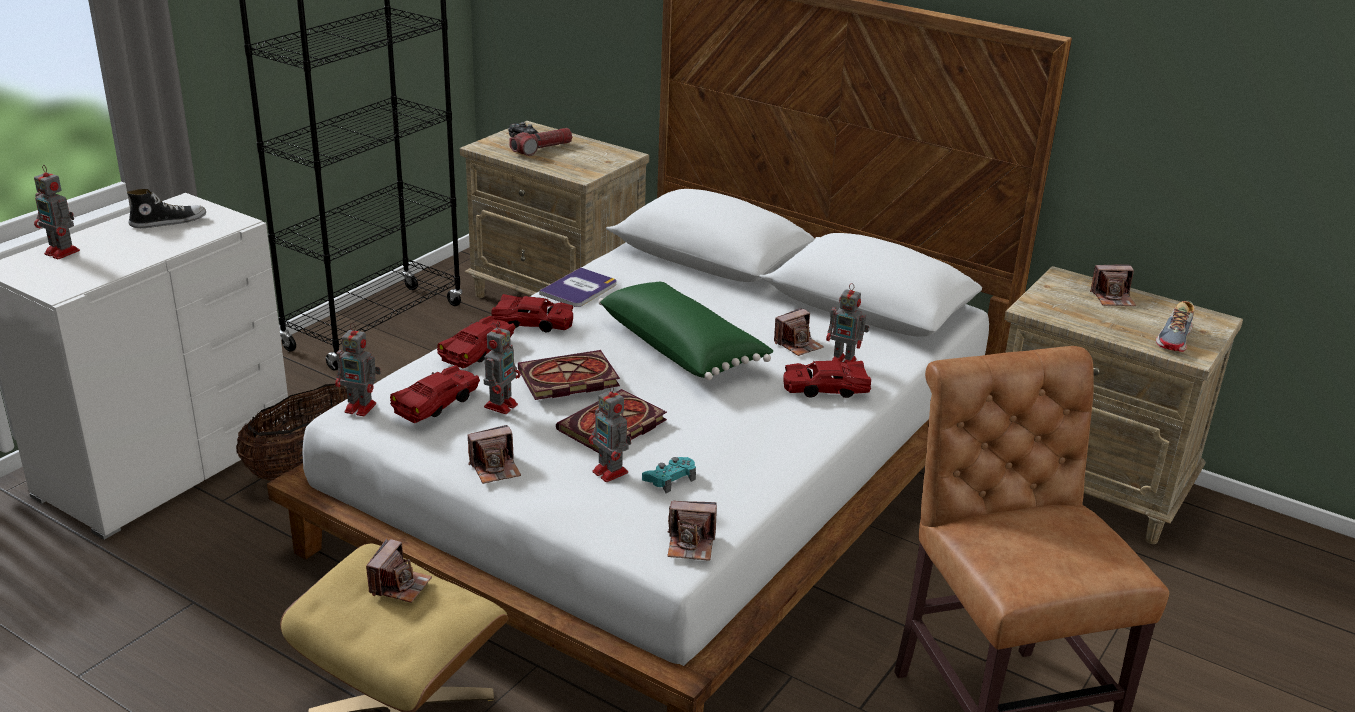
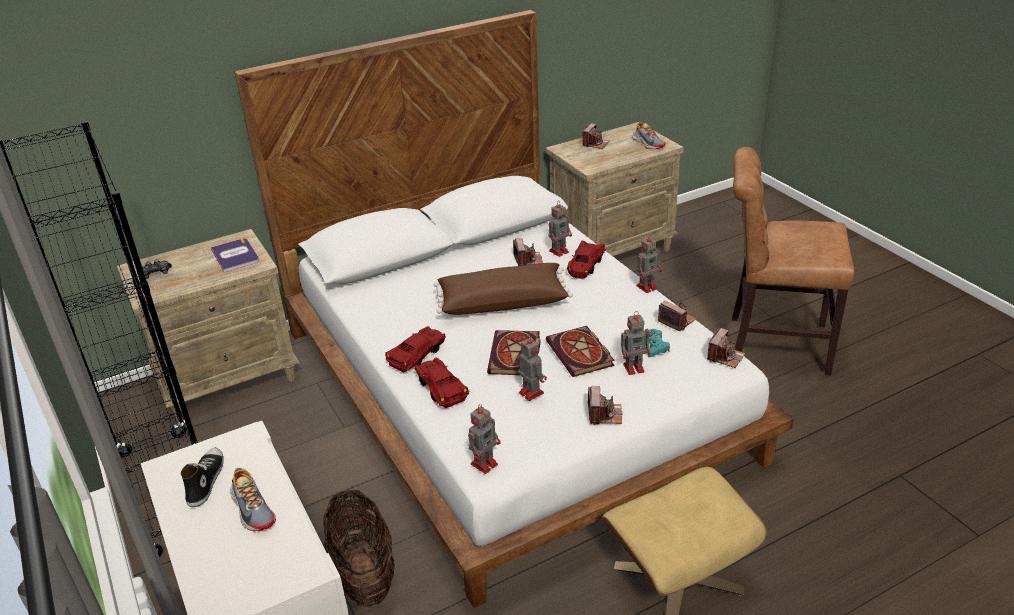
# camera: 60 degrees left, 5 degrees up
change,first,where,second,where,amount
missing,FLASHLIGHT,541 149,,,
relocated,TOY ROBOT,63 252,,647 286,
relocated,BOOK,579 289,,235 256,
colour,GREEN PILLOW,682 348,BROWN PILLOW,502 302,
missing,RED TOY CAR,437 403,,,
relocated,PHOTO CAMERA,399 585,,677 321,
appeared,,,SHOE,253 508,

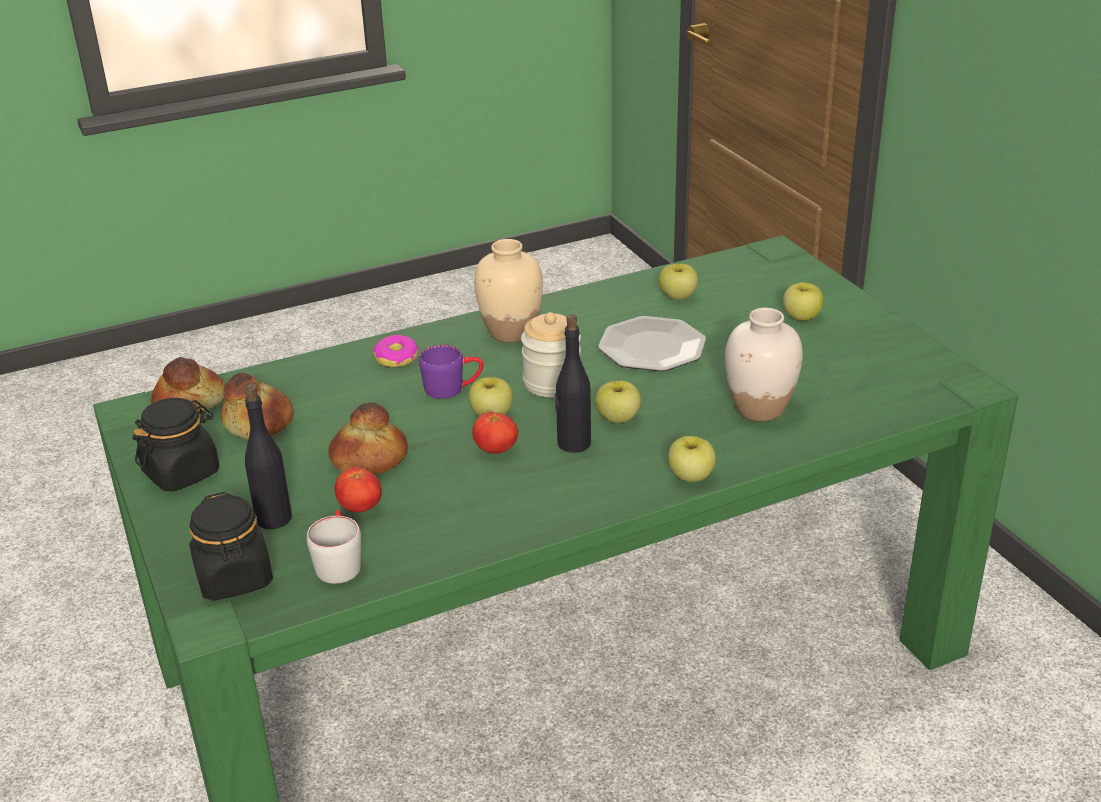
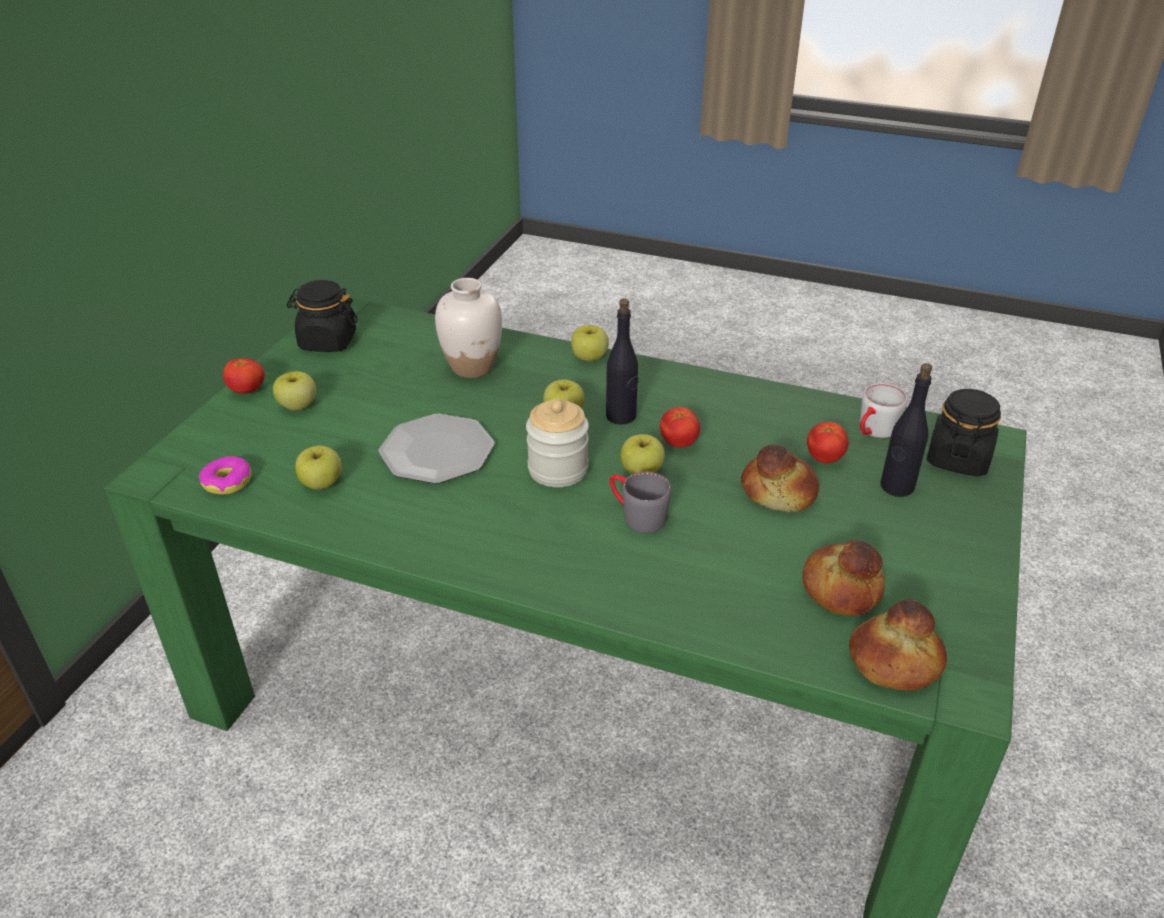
# camera: 135 degrees left, 5 degrees up
change,first,where,second,where,amount
missing,BEIGE VASE,511 332,,,
relocated,DONUT,396 358,,228 482,
colour,PURPLE MUG,453 388,GREY MUG,636 515,
relocated,BLACK JAR,182 472,,327 341,
appeared,,,TOMATO,247 391,

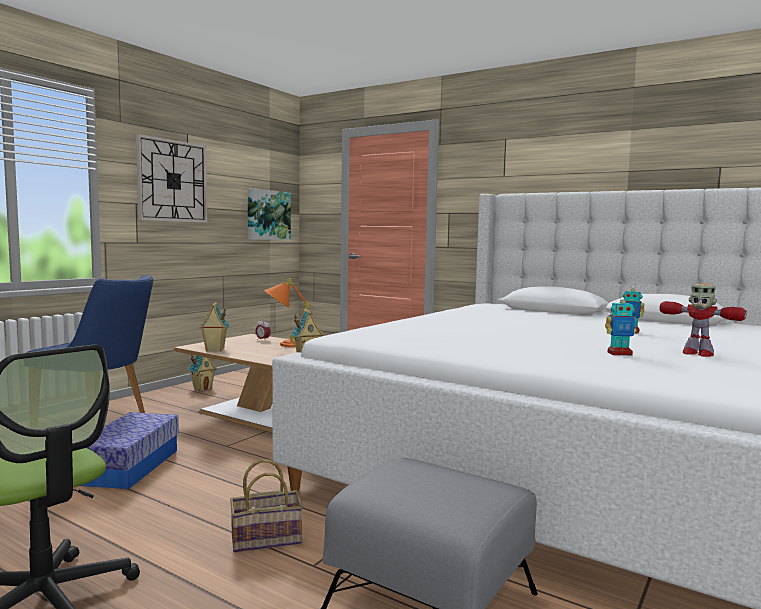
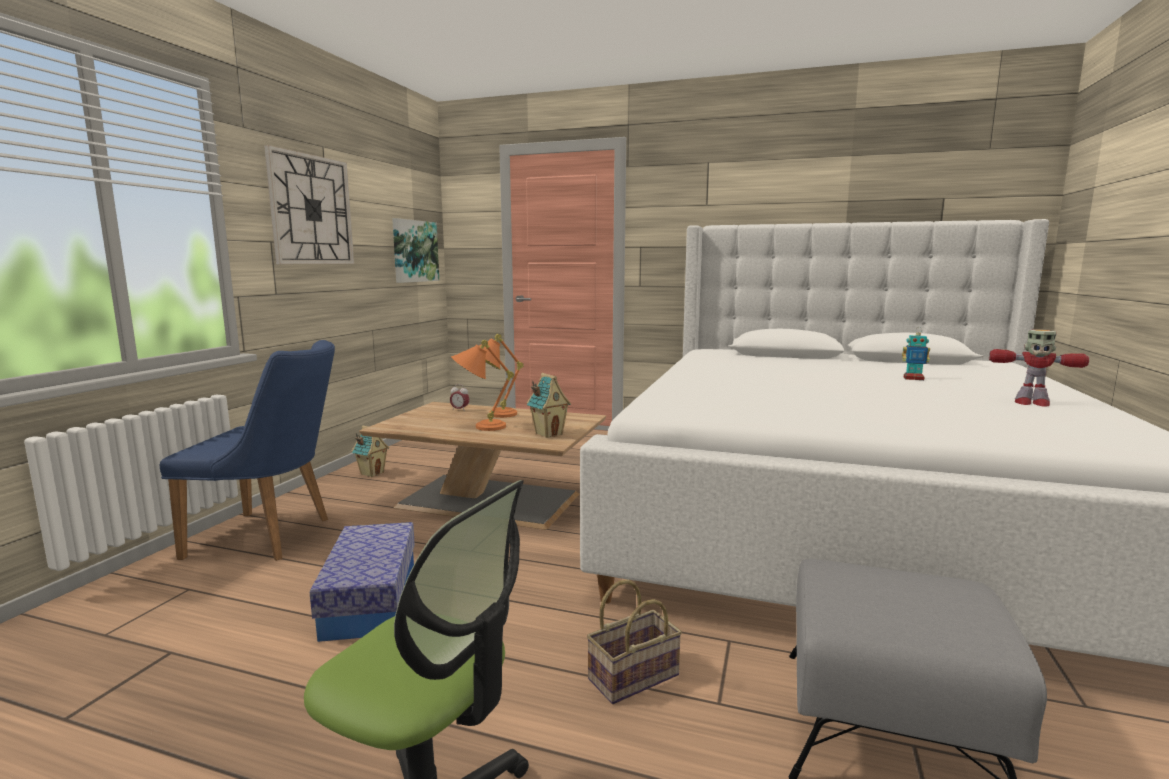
# camera: 15 degrees left, 5 degrees up
change,first,where,second,where,amount
missing,TOY ROBOT,619 353,,,
missing,TOY HOUSE,214 350,,,
appeared,,,ORANGE TABLE LAMP,479 427,

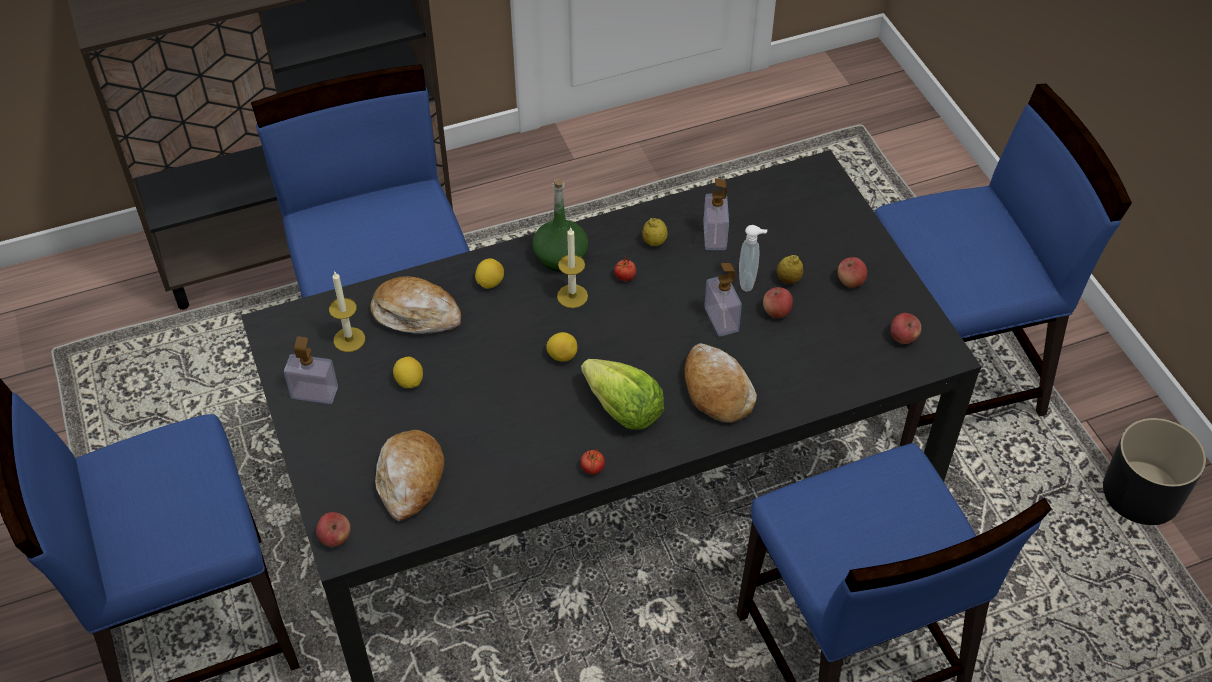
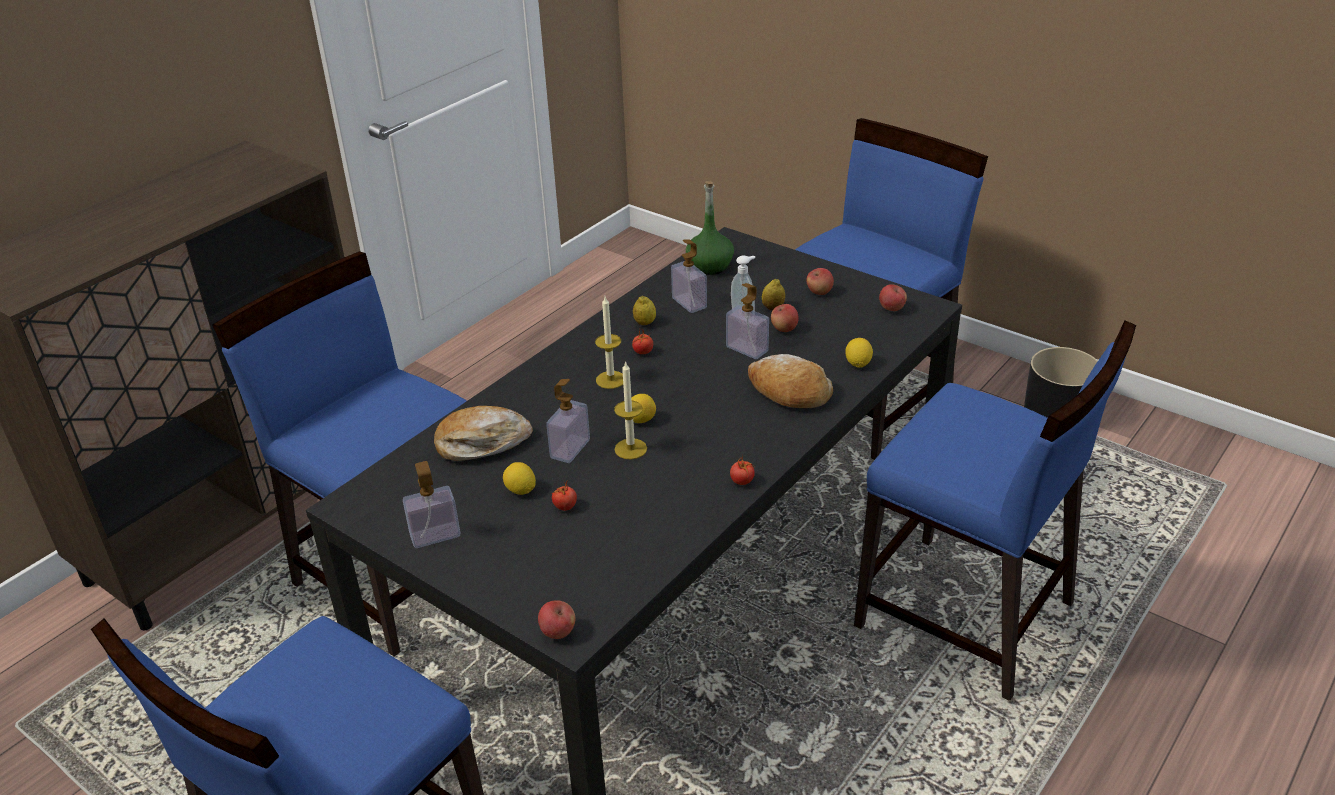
# camera: 30 degrees left, 15 degrees down
change,first,where,second,where,amount
relocated,GREEN BOTTLE,561 256,,710 266,
relocated,LEMON,490 282,,858 364,
relocated,CANDLE,349 339,,630 449,
missing,LETTUCE,622 410,,,
missing,BREAD,410 479,,,
appeared,,,SOAP DISPENSER,570 449,
appeared,,,TOMATO,565 506,

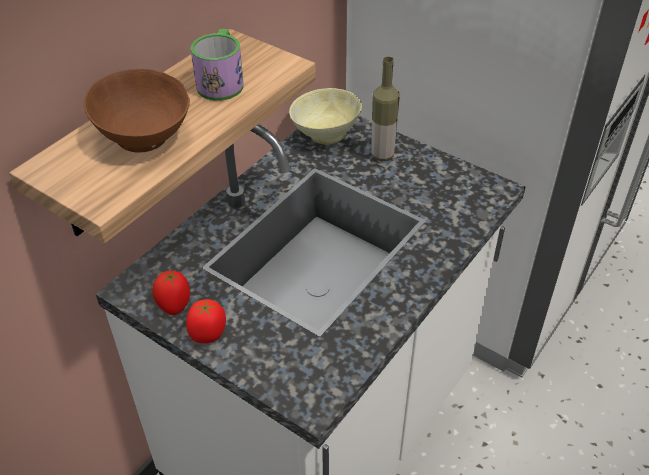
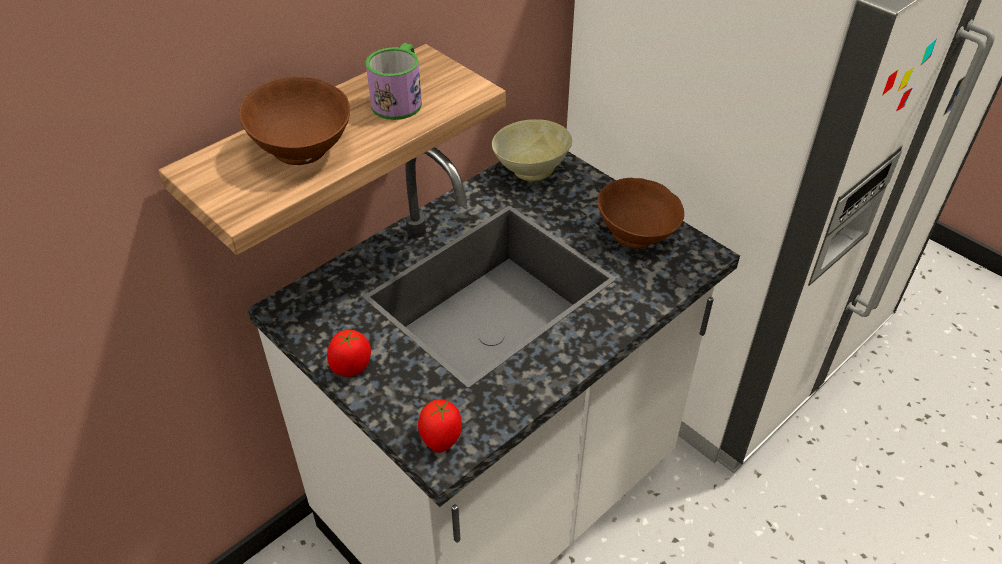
# camera: 10 degrees right, 0 degrees up
change,first,where,second,where,amount
missing,BOTTLE,382 155,,,
relocated,TOMATO,174 305,,441 439,
appeared,,,BROWN BOWL,636 236,

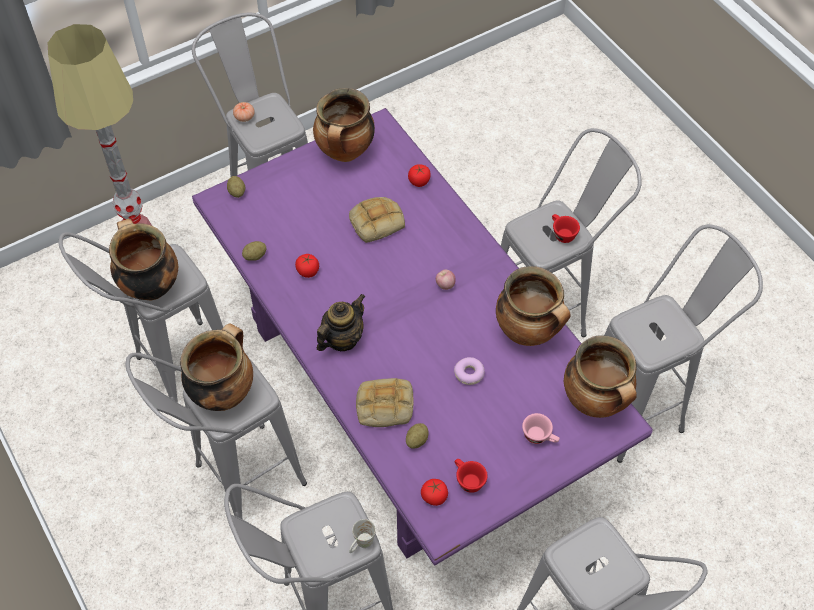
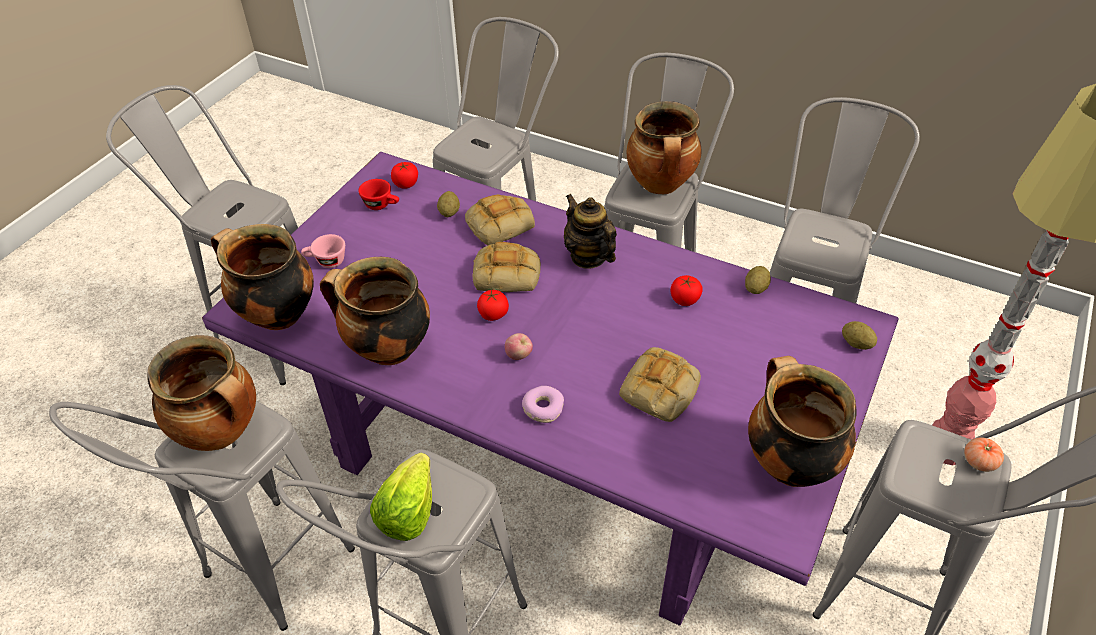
# camera: 150 degrees right, 10 degrees down
change,first,where,second,where,amount
relocated,TOMATO,419 181,,493 314,
exchanged,RED CUP,561 233,LETTUCE,408 512,
relocated,COOKING POT,149 286,,222 432,
spun,TEAPOT,342 339,,588 256,135 degrees clockwise
relocated,DONUT,469 374,,543 408,
missing,WHITE MUG,361 545,,,
appeared,,,BREAD,508 273,

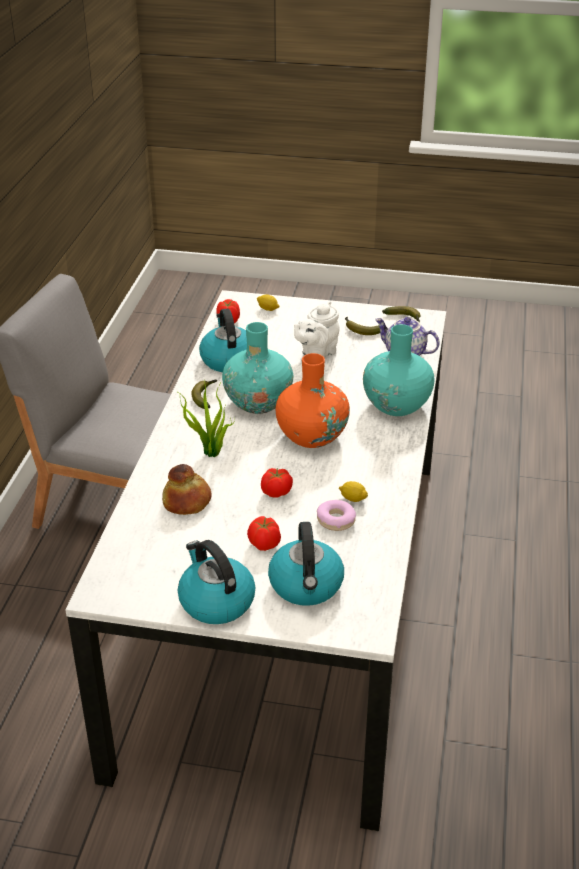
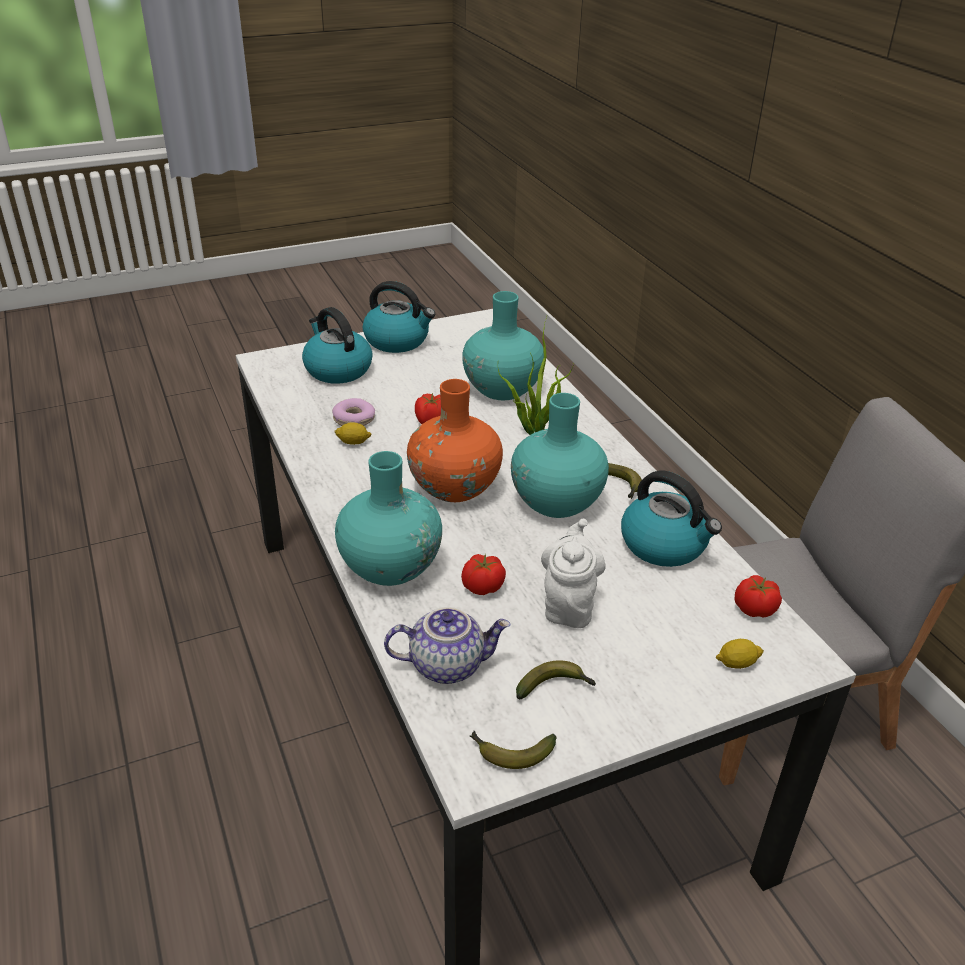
# camera: 145 degrees right, 0 degrees up
change,first,where,second,where,amount
exchanged,BREAD,187 501,TURQUOISE VASE,502 389,
relocated,TOMATO,264 544,,482 587,

